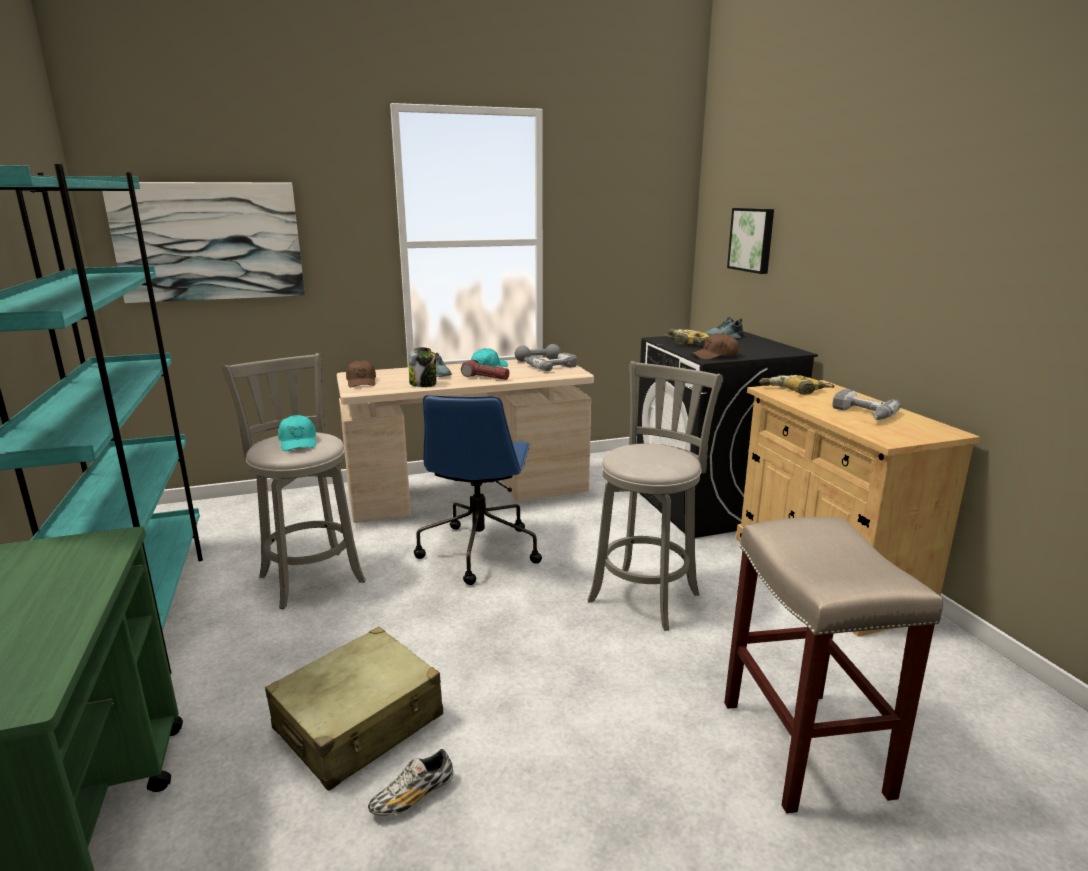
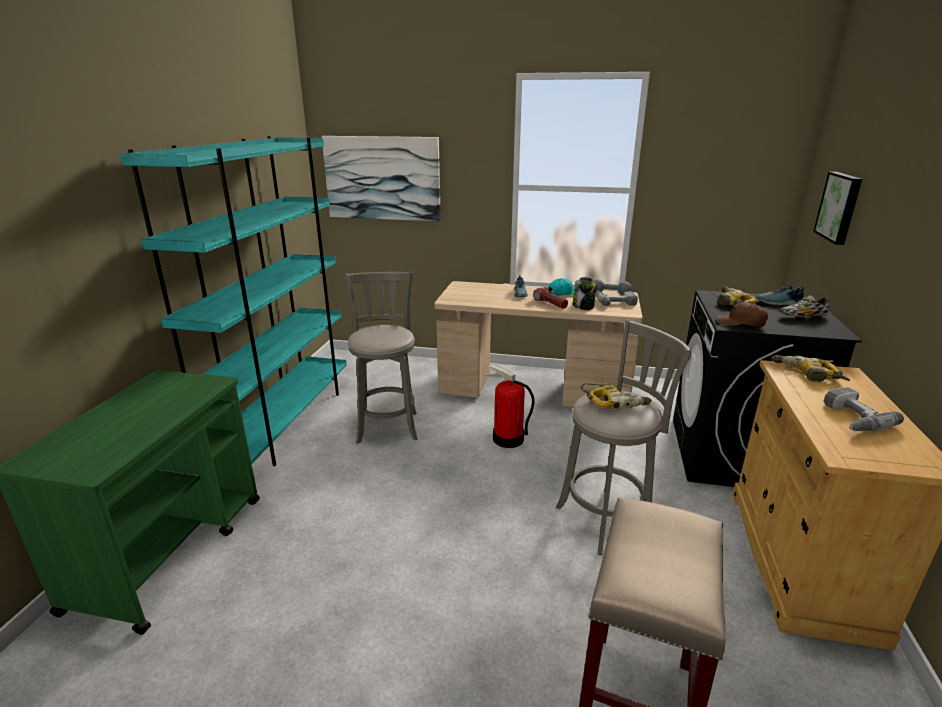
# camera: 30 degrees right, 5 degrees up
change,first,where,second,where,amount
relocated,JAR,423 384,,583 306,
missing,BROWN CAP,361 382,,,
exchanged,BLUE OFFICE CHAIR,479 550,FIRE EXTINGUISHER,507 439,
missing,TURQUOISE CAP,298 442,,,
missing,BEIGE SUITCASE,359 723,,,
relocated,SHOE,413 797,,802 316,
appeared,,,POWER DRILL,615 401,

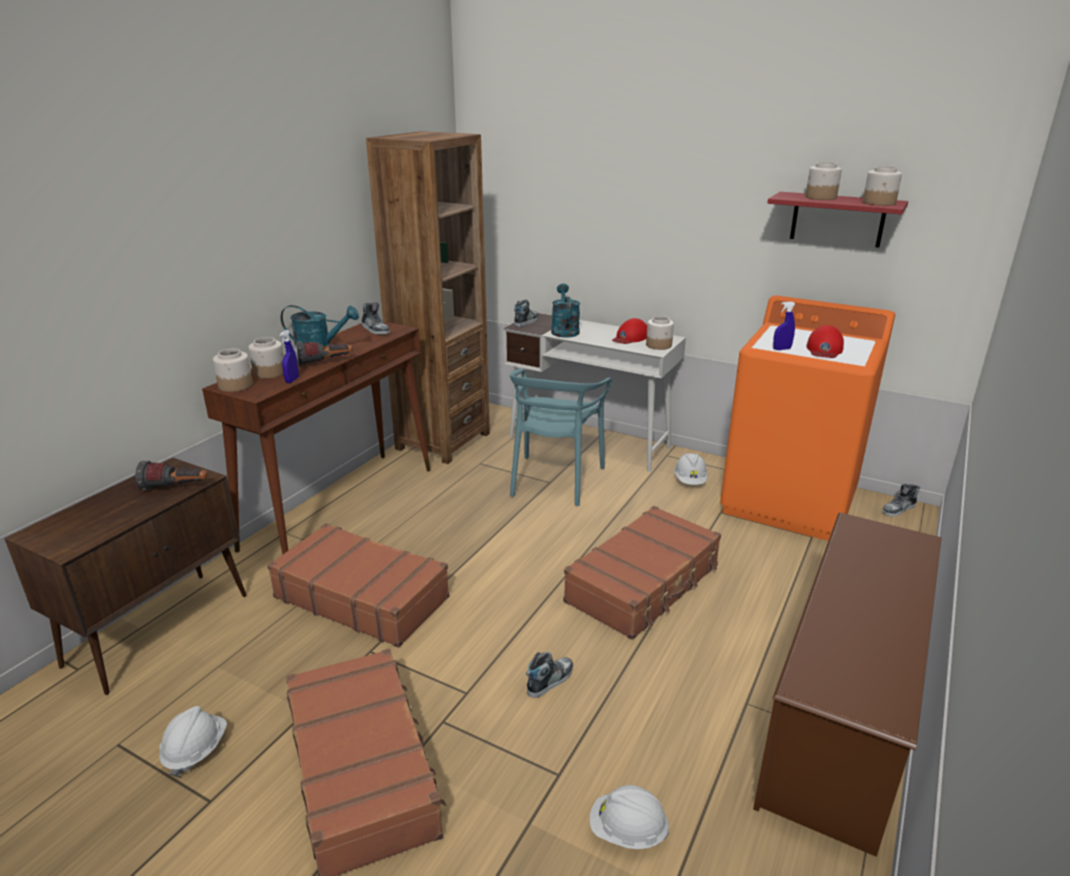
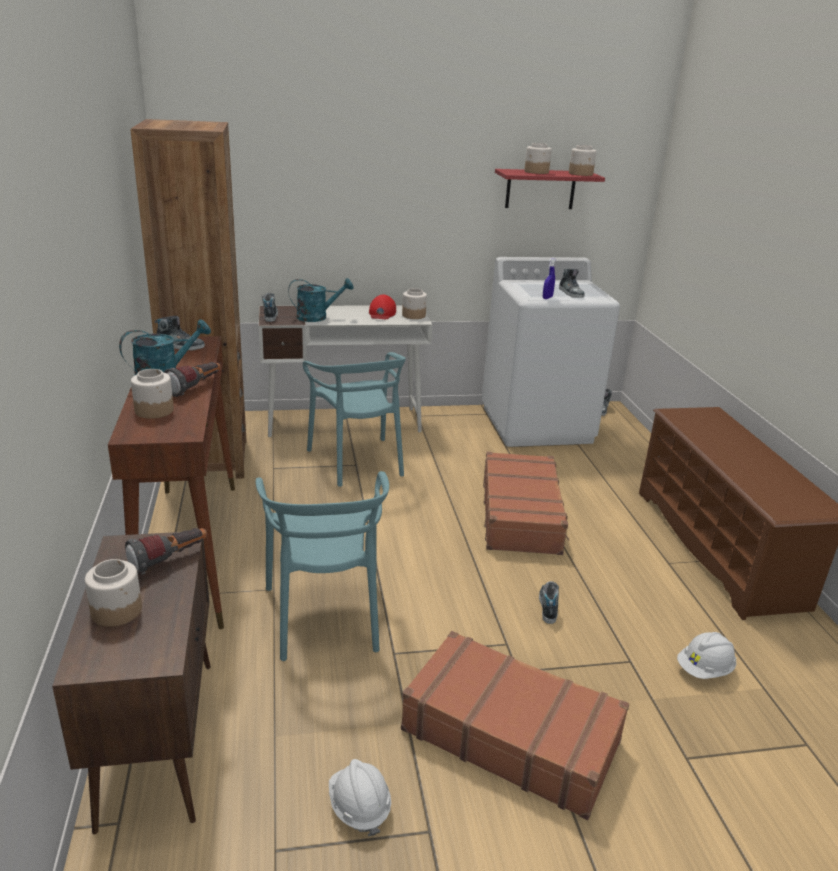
# camera: 40 degrees left, 0 degrees up
change,first,where,second,where,amount
spun,TURQUOISE WATERING CAN,564 330,,317 317,120 degrees clockwise
colour,ORANGE WASHING MACHINE,789 501,WHITE WASHING MACHINE,537 424,
exchanged,RED CAP,824 349,SHOE,571 293,
missing,BLUE SPRAY BOTTLE,292 380,,,
relocated,JAR,236 385,,117 610,
missing,WHITE HARD HAT,690 481,,,
exchanged,BROWN SUITCASE,362 597,TURQUOISE CHAIR,325 616,

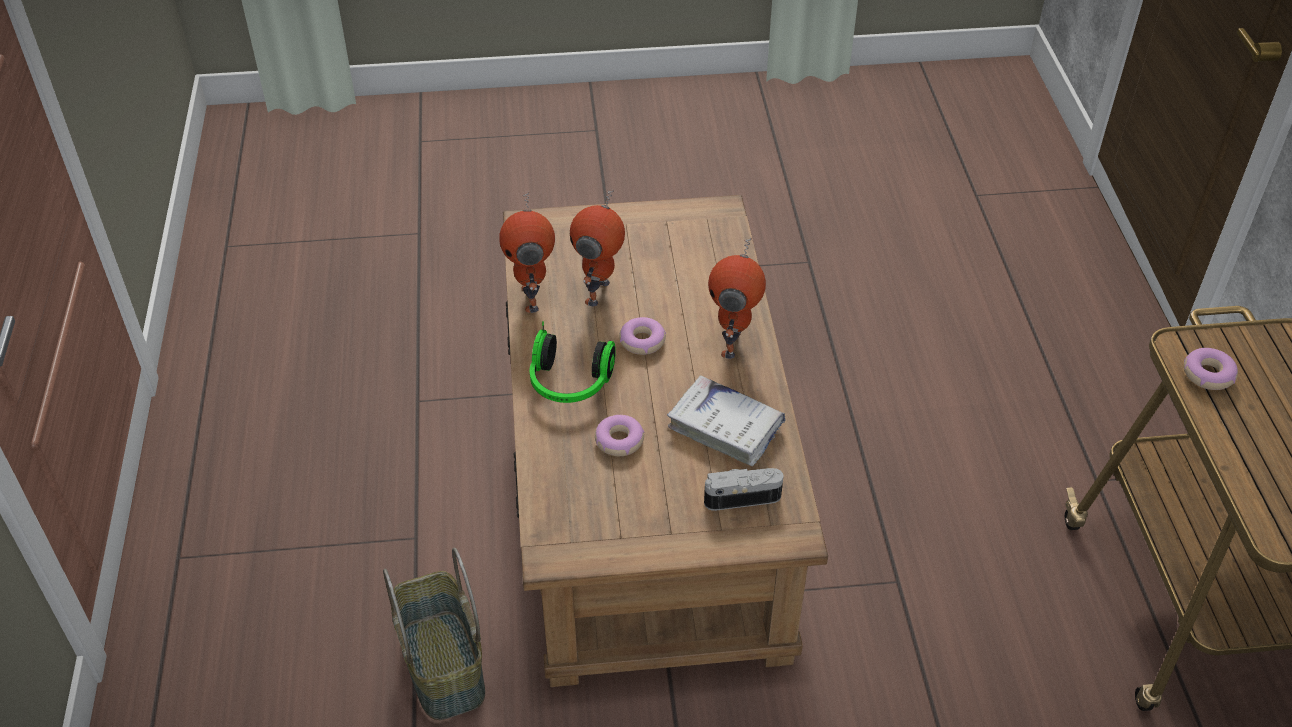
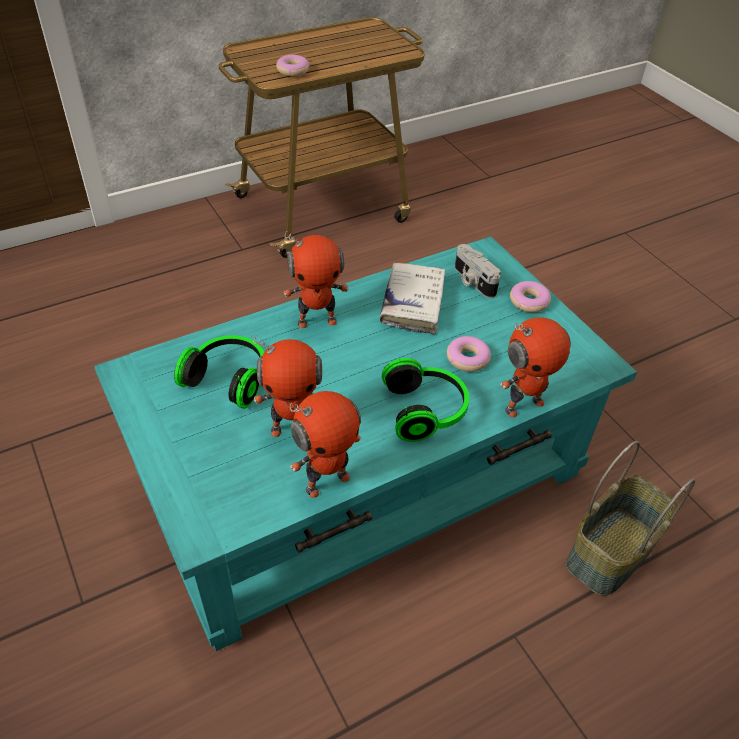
# camera: 115 degrees left, 0 degrees up
change,first,where,second,where,amount
colour,BROWN COFFEE TABLE,647 488,TURQUOISE COFFEE TABLE,365 477,
relocated,DONUT,642 341,,529 301,
appeared,,,TOY ROBOT,523 404,
appeared,,,HEADPHONES,229 379,

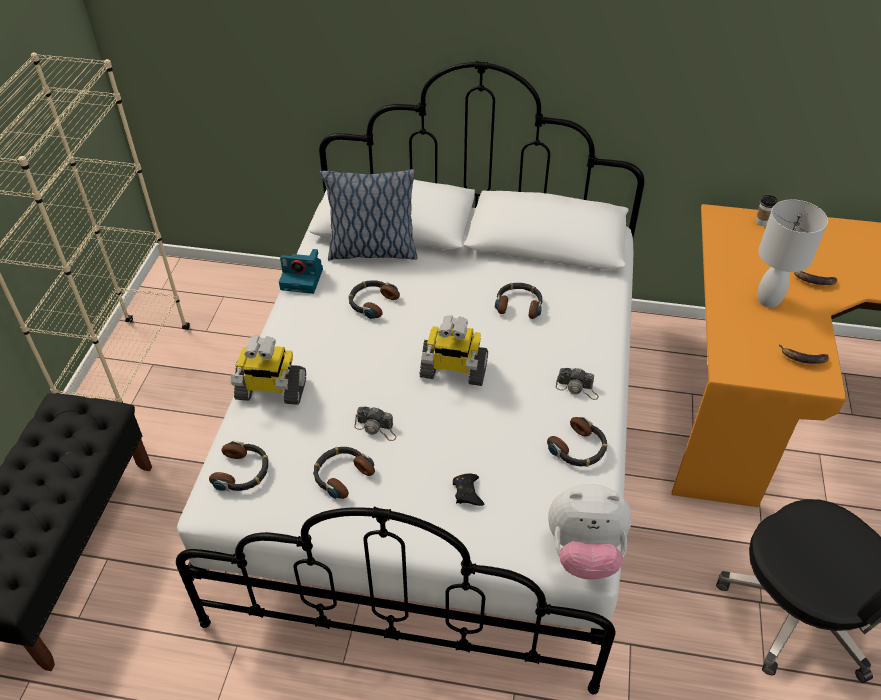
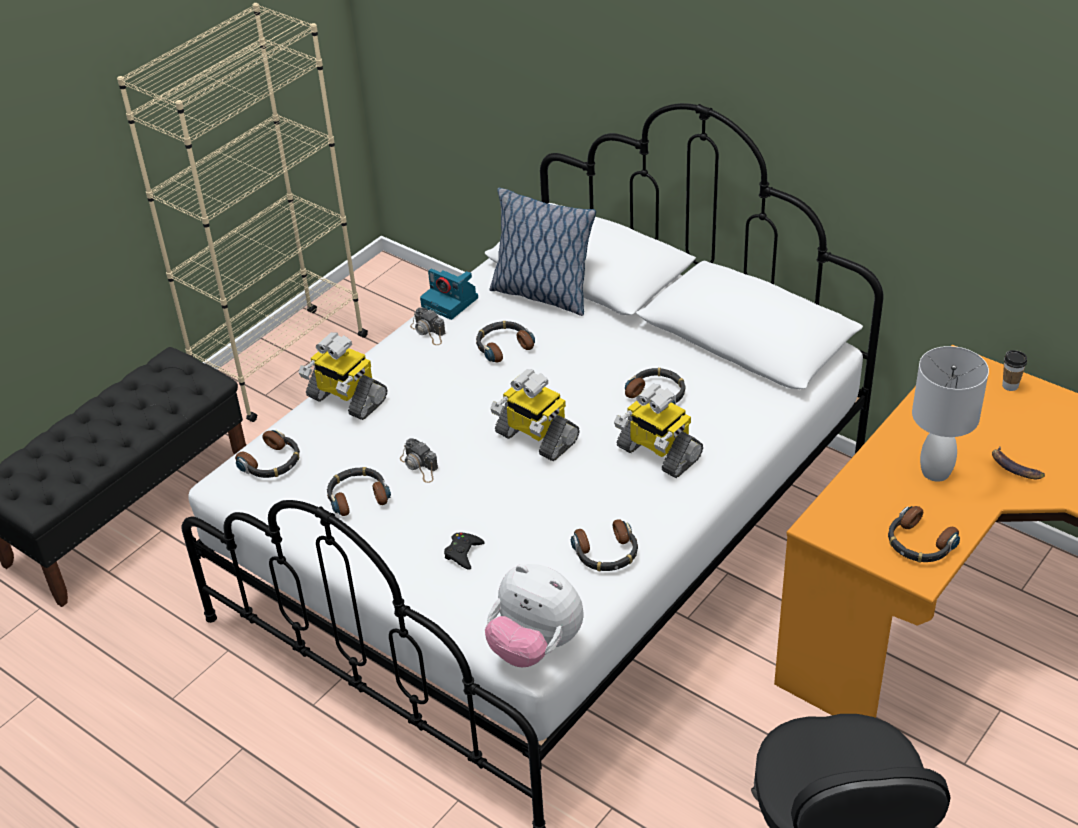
# camera: 30 degrees right, 5 degrees down
change,first,where,second,where,amount
exchanged,BANANA,802 358,HEADPHONES,919 543,
relocated,PHOTO CAMERA,577 388,,429 332,
appeared,,,TOY ROBOT,657 453,

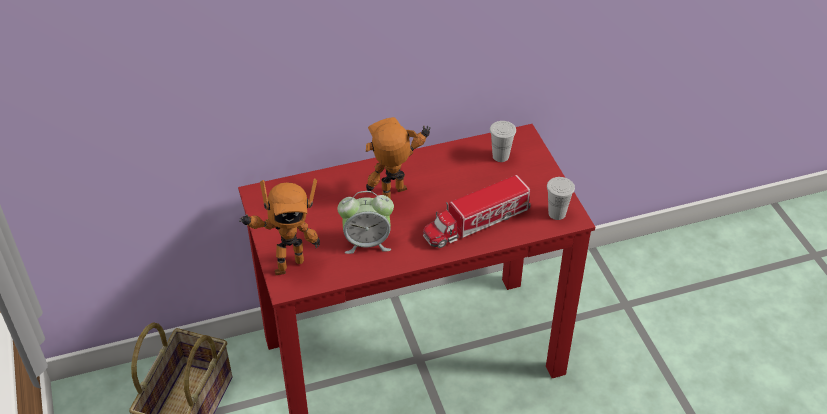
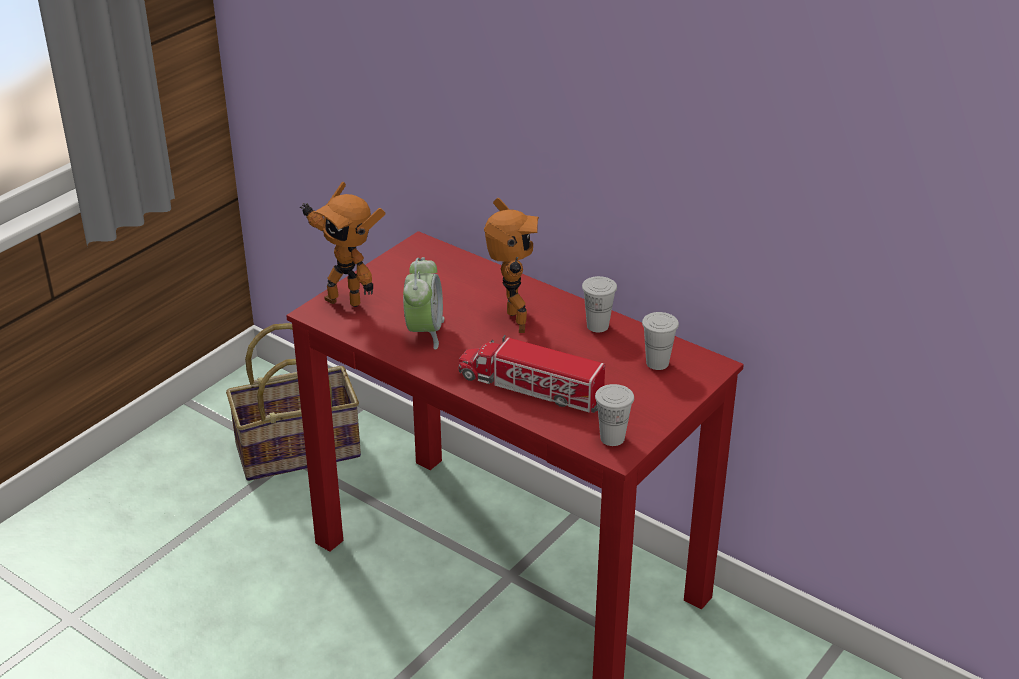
# camera: 55 degrees right, 10 degrees down
change,first,where,second,where,amount
spun,TOY ROBOT,398 197,,511 323,60 degrees clockwise
spun,ALARM CLOCK,367 242,,424 332,135 degrees counterclockwise
appeared,,,WHITE CUP,597 326,

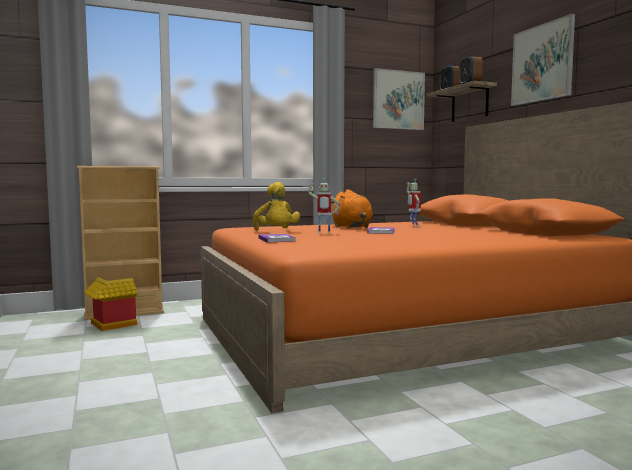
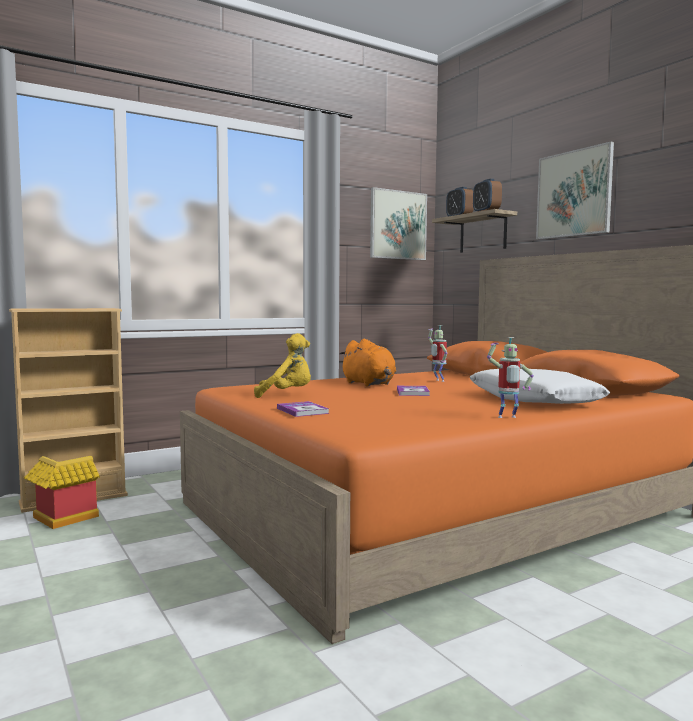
# camera: 10 degrees left, 0 degrees up
change,first,where,second,where,amount
relocated,TOY ROBOT,323 233,,507 418,
spun,YELLOW PLUSH TOY,276 232,,286 395,60 degrees counterclockwise
appeared,,,WHITE PILLOW,534 400,

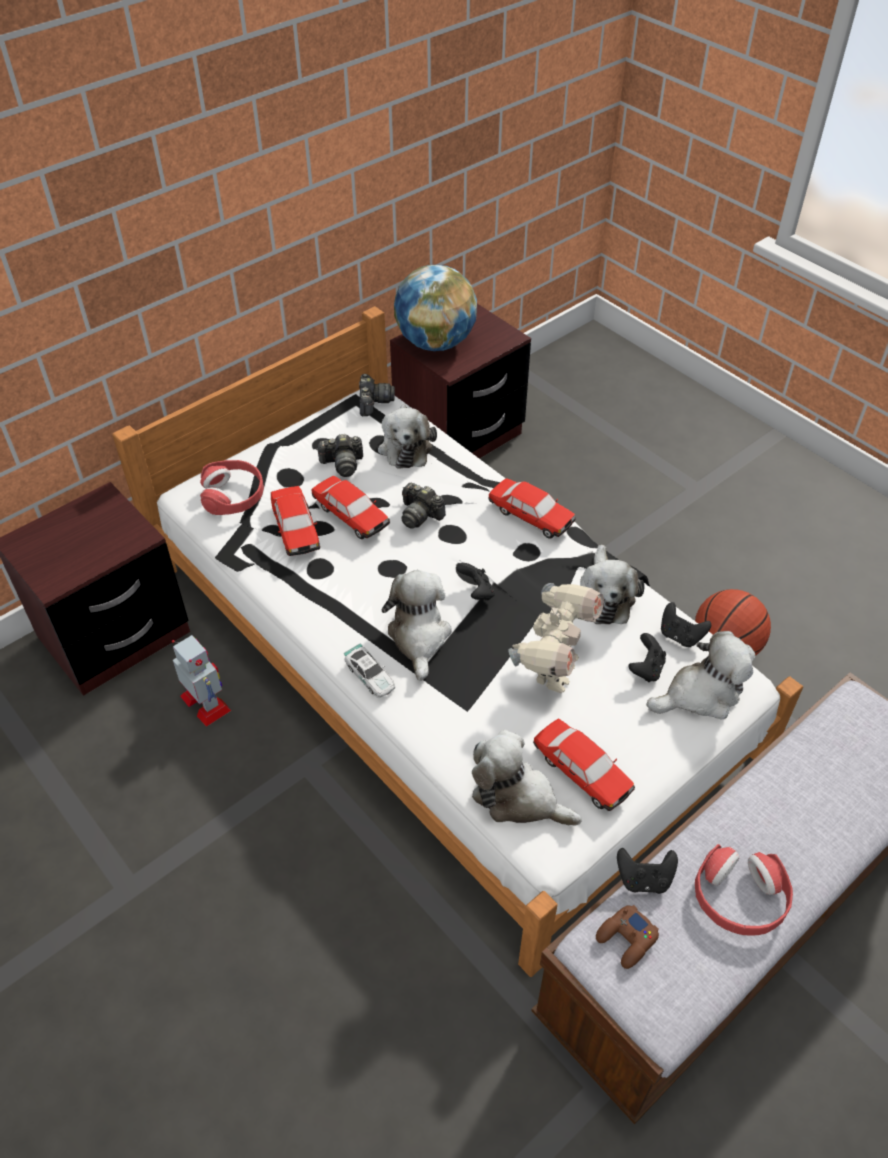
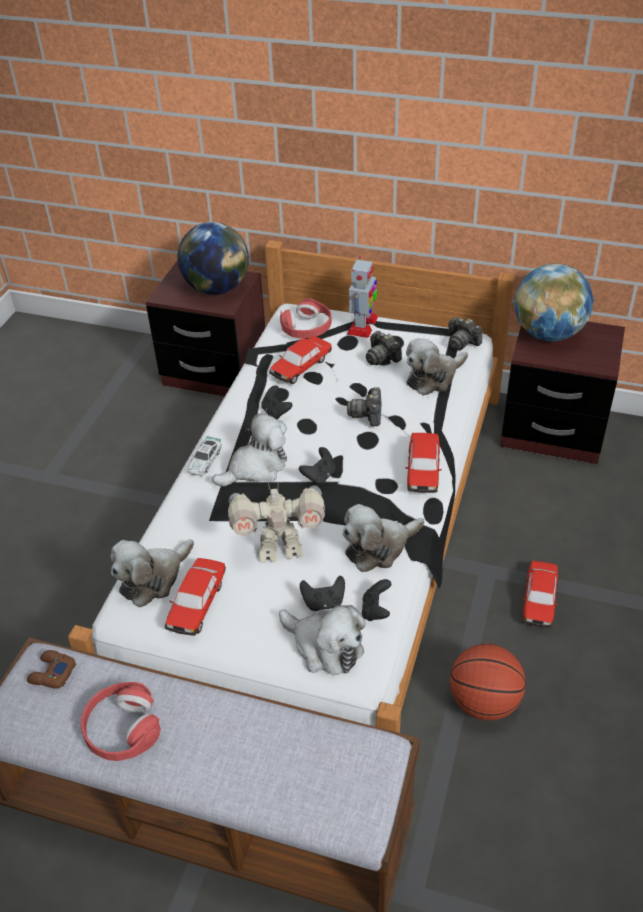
# camera: 60 degrees right, 5 degrees down
change,first,where,second,where,amount
spun,PHOTO CAMERA,373 403,,461 342,75 degrees clockwise
relocated,TOY CAR,350 515,,539 600,
relocated,TOY ROBOT,206 703,,362 326,
spun,PLUSH TOY,518 797,,153 578,135 degrees counterclockwise
relocated,BLACK GAME CONTROLLER,644 879,,276 412,
appeared,,,GLOBE,217 288,

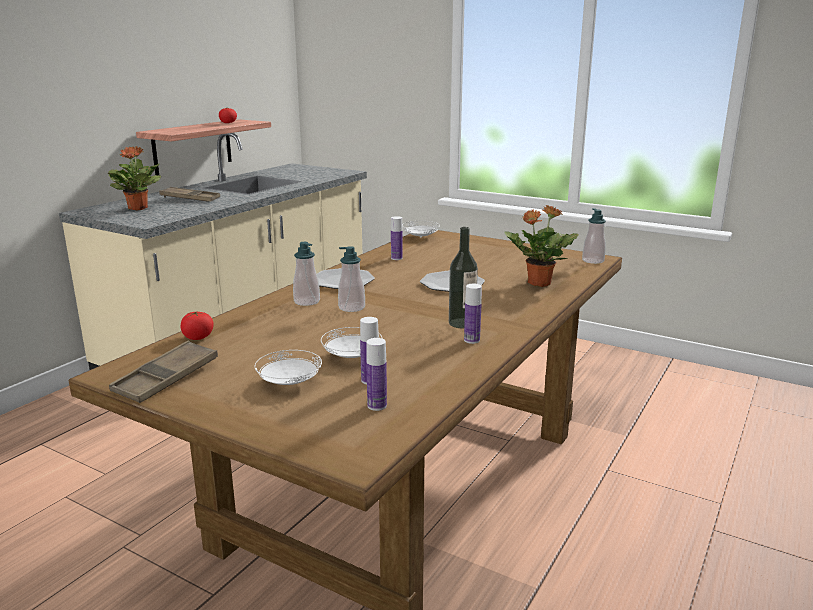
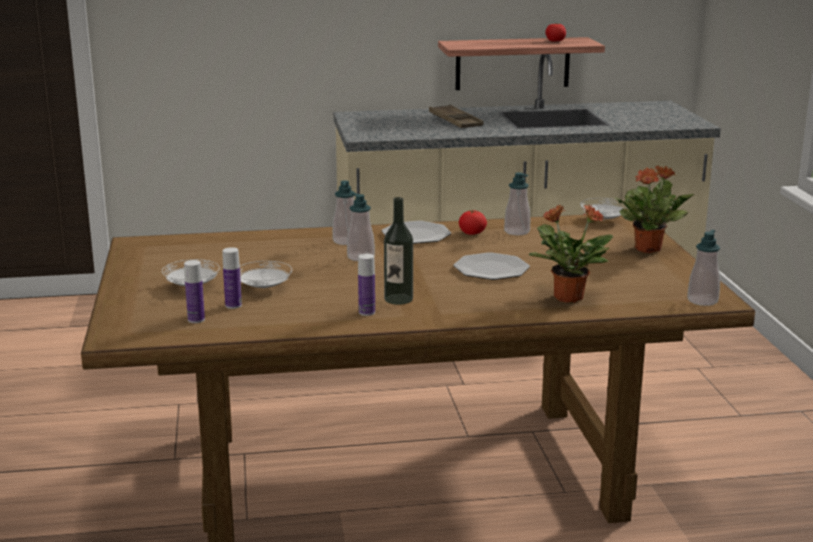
# camera: 50 degrees right, 0 degrees up
change,first,where,second,where,amount
relocated,POTTED PLANT,138 208,,648 249,
exchanged,BOTTLE,396 258,SOAP DISPENSER,517 232,
relocated,TOMATO,198 337,,472 233,
missing,BROWN TRAY,166 378,,,

